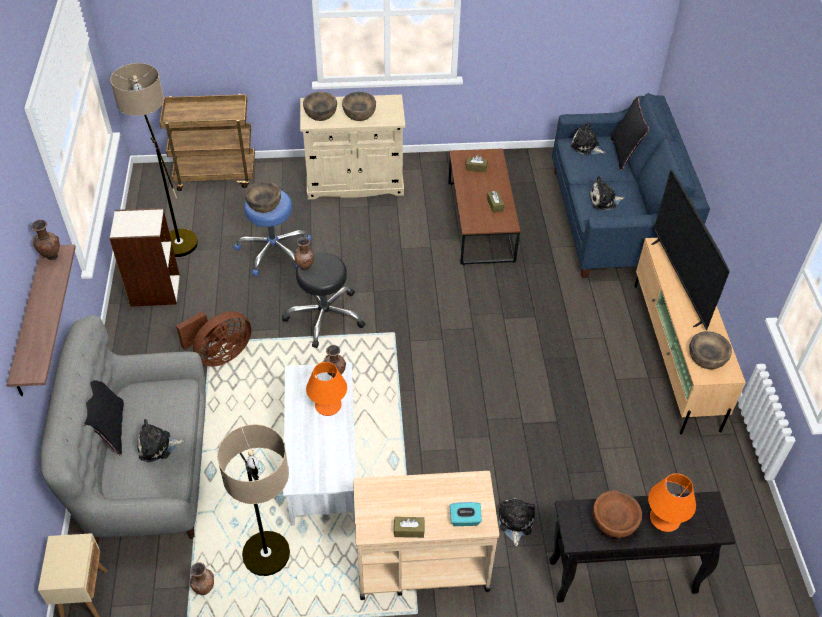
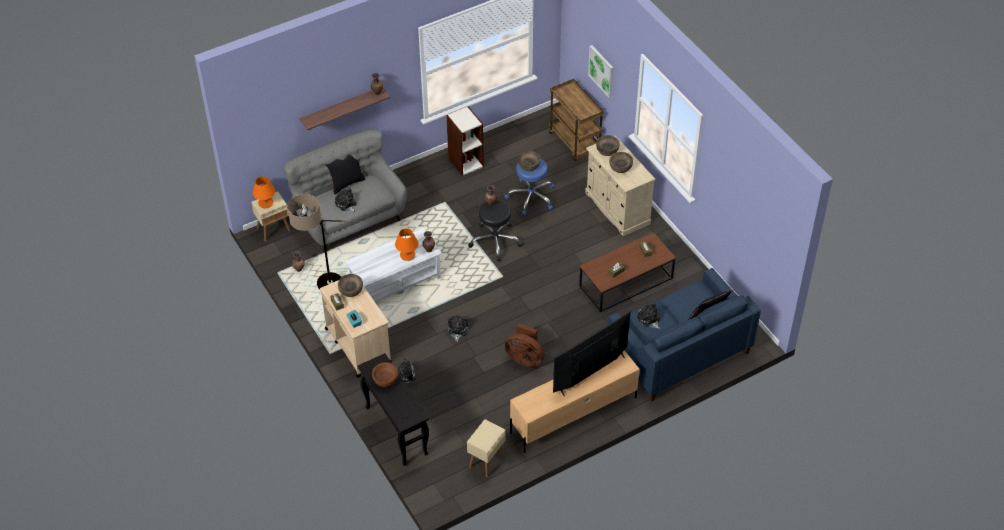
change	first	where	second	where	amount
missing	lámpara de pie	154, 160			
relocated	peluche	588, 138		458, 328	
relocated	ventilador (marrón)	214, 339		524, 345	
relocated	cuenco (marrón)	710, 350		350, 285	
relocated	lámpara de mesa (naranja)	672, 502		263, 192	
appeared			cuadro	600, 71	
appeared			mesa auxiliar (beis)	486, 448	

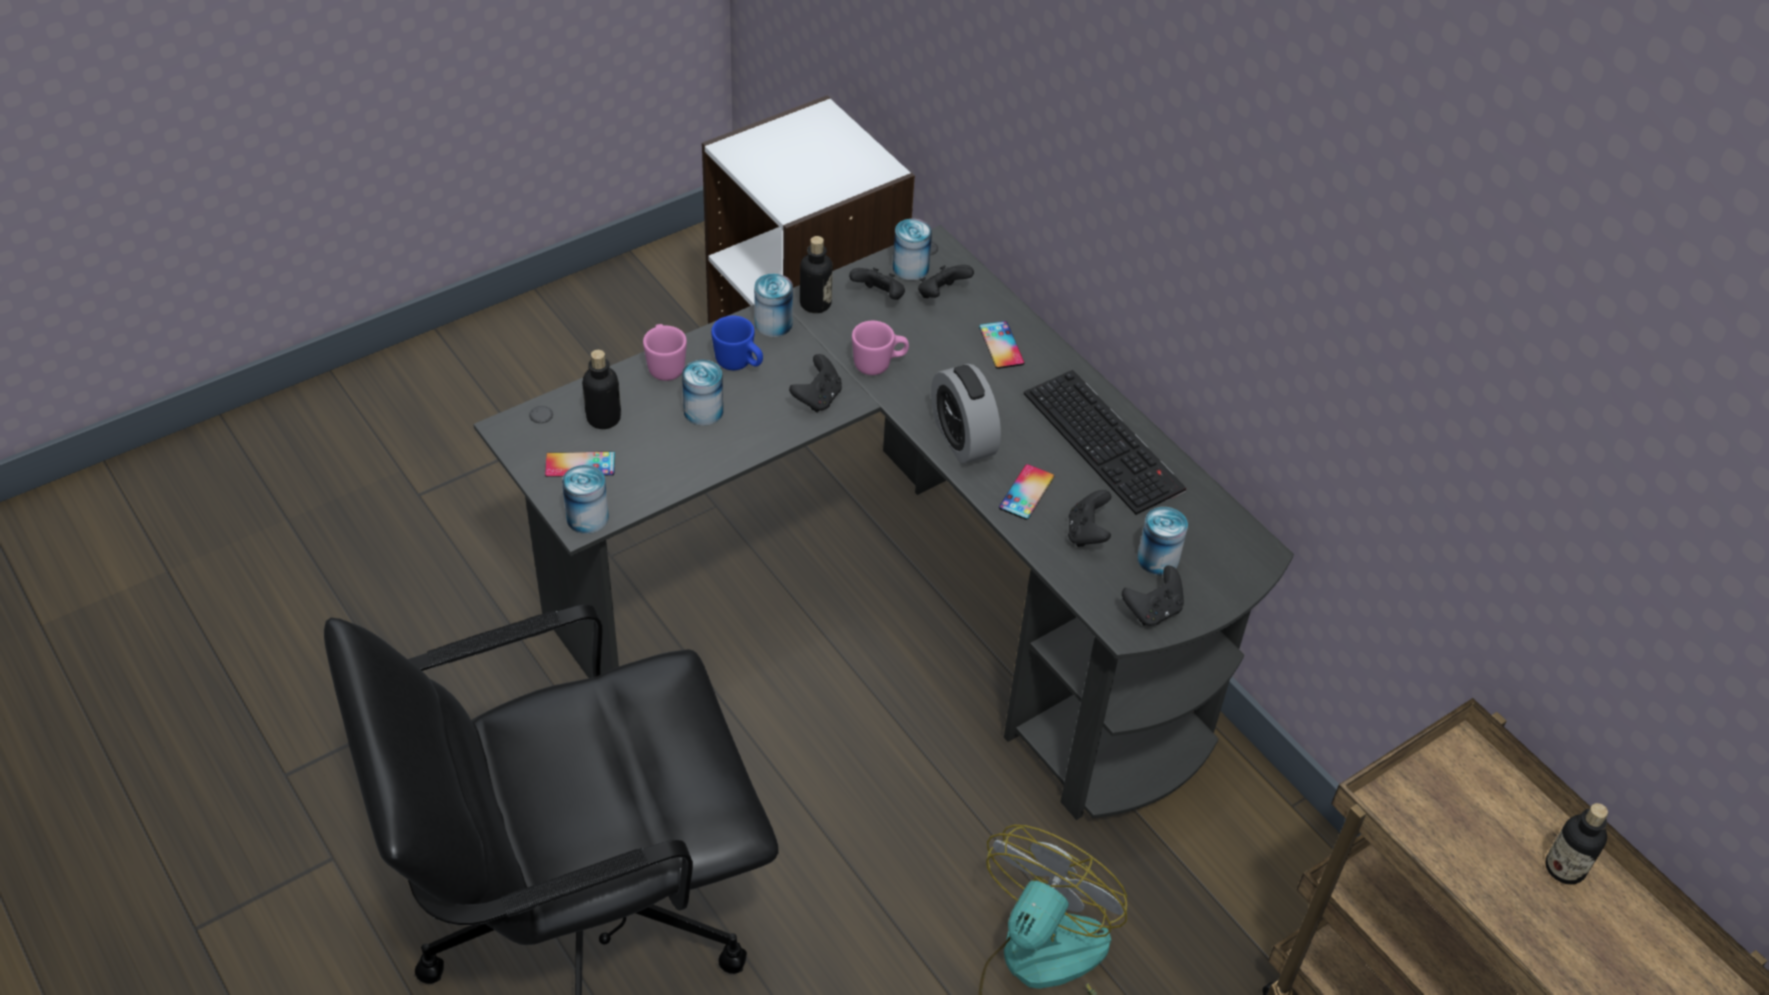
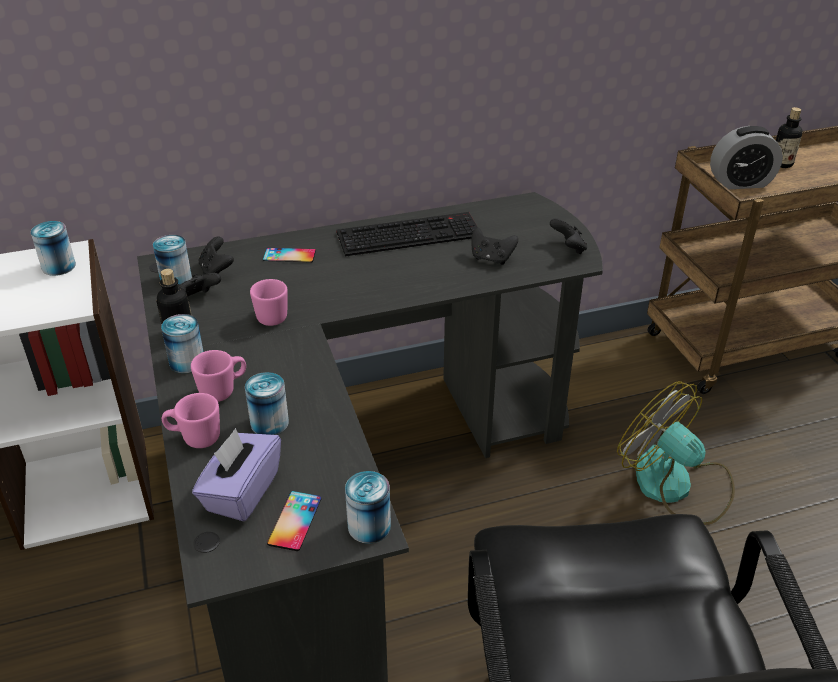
change	first	where	second	where	amount
colour	taza grande (azul)	737, 343	taza grande (rosa)	218, 376	
exchanged	botella	601, 389	caja de pañuelos (morado)	236, 474	
missing	mando de consola (negro)	815, 383			
relocated	despertador	966, 414		746, 157	
missing	móvil	1026, 492			
relocated	lata	1162, 541		53, 248	

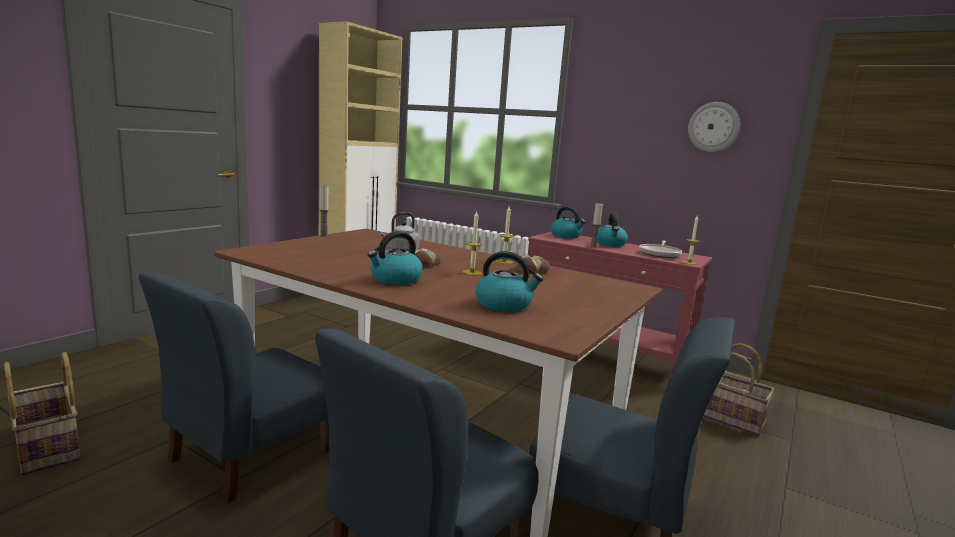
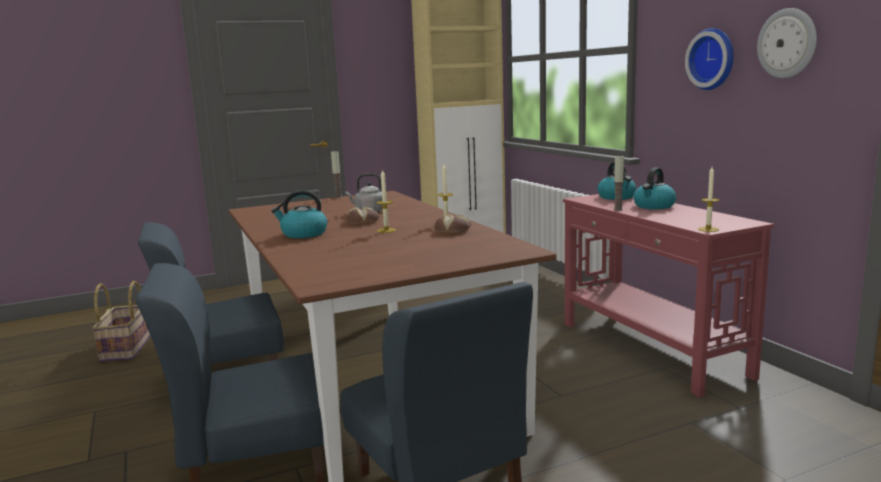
change	first	where	second	where	amount
missing	sartén	660, 249			
missing	hervidor	509, 281			
missing	cesta	738, 389			
appeared			reloj de pared	709, 59	

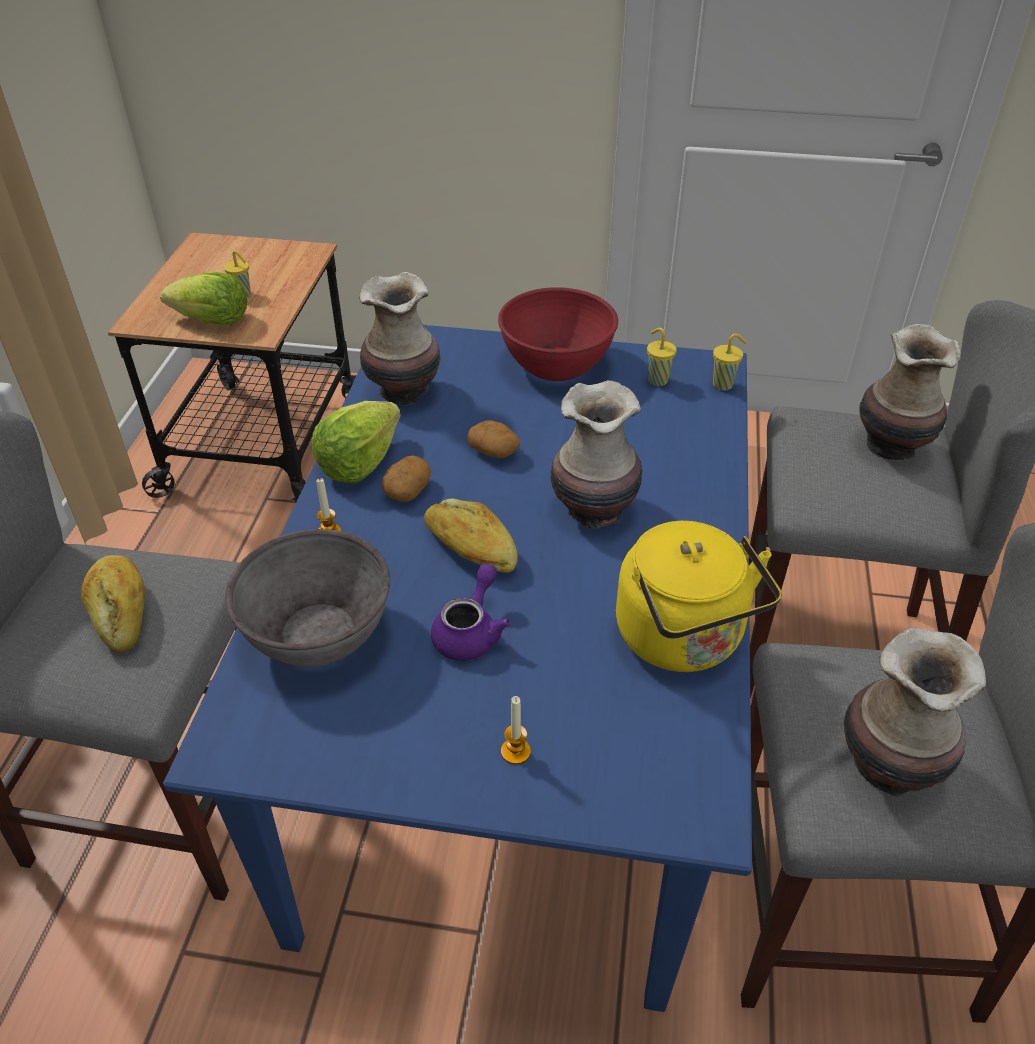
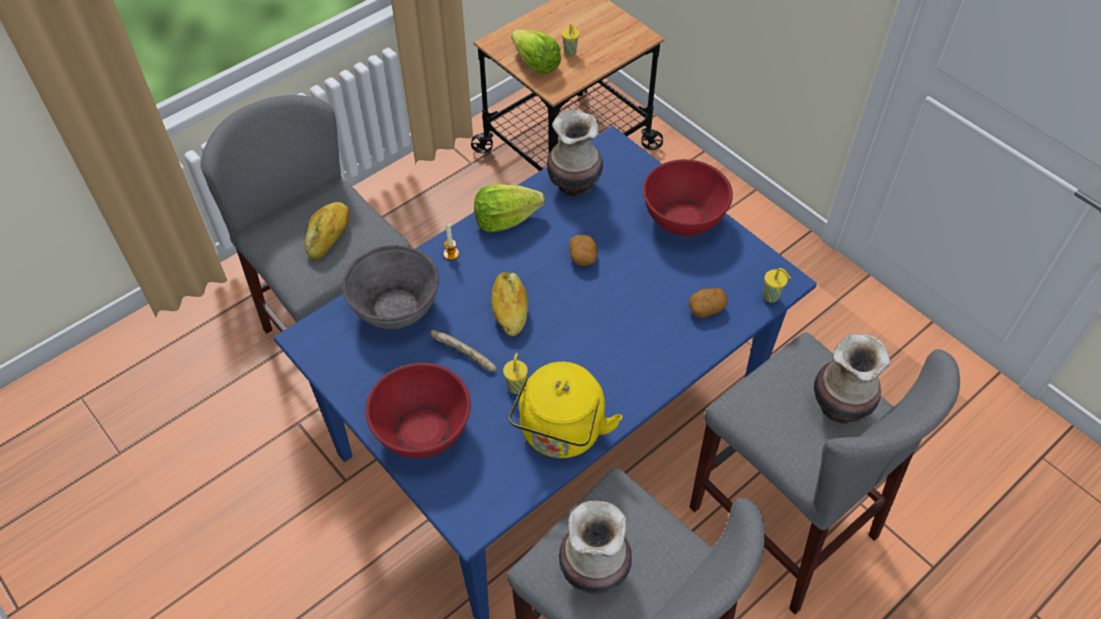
change	first	where	second	where	amount
relocated	taza (amarillo)	662, 356		515, 373	
missing	florero	596, 454			
relocated	patata	406, 478		708, 303	
exchanged	tetera (morado)	471, 612	pan	463, 350	
exchanged	vela	516, 730	cuenco (rojo)	418, 410	

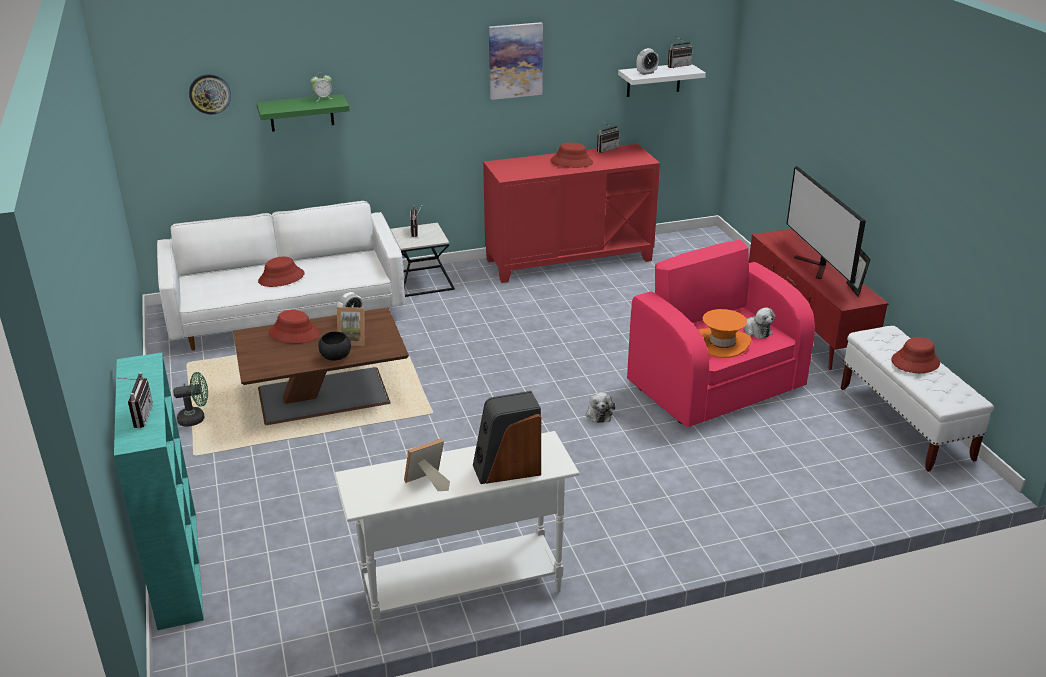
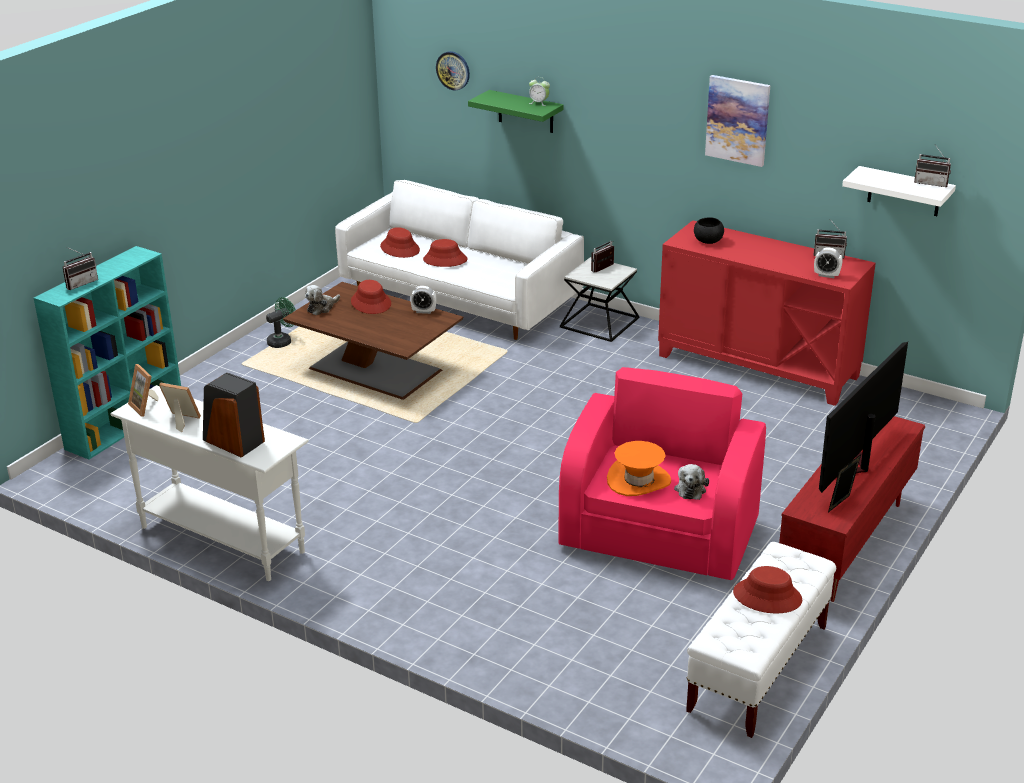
change	first	where	second	where	amount
relocated	despertador	647, 61		828, 262	
relocated	sombrero (rojo)	571, 155		400, 242	
relocated	portarretratos	351, 326		143, 390	
relocated	cuenco (negro)	334, 346		709, 231	
spun	ventilador (verde)	190, 399		281, 322	75 degrees counterclockwise
relocated	peluche	600, 408		322, 300	

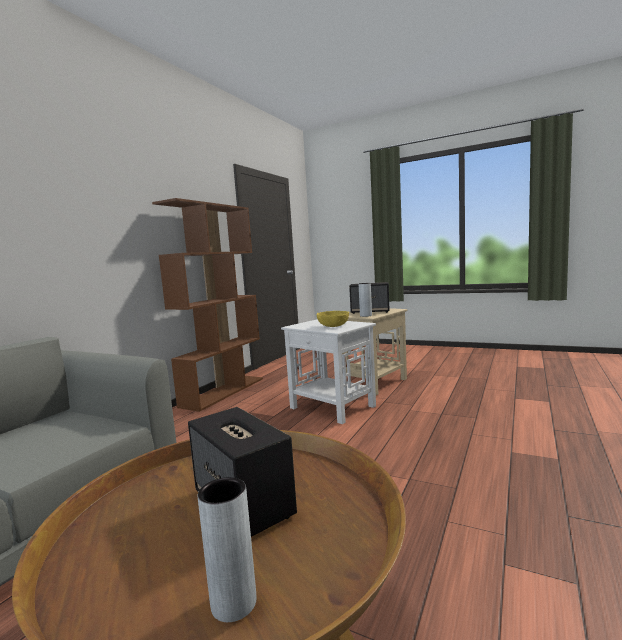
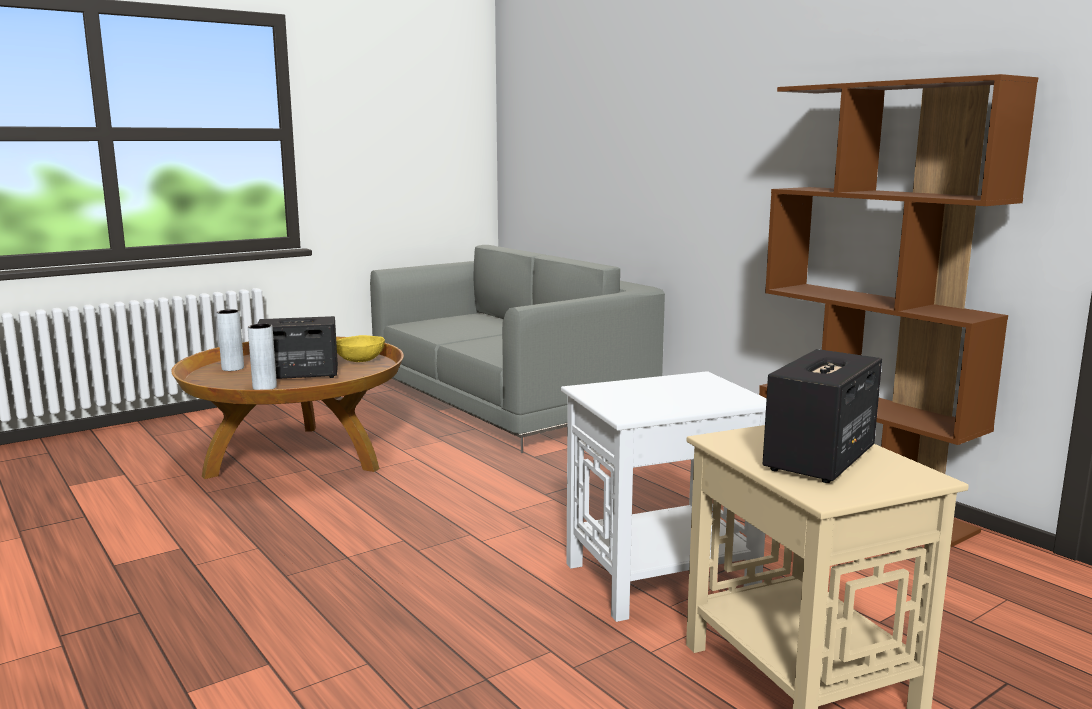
change	first	where	second	where	amount
relocated	florero (gris)	365, 300		262, 357	
relocated	cuenco (amarillo)	333, 319		360, 348	

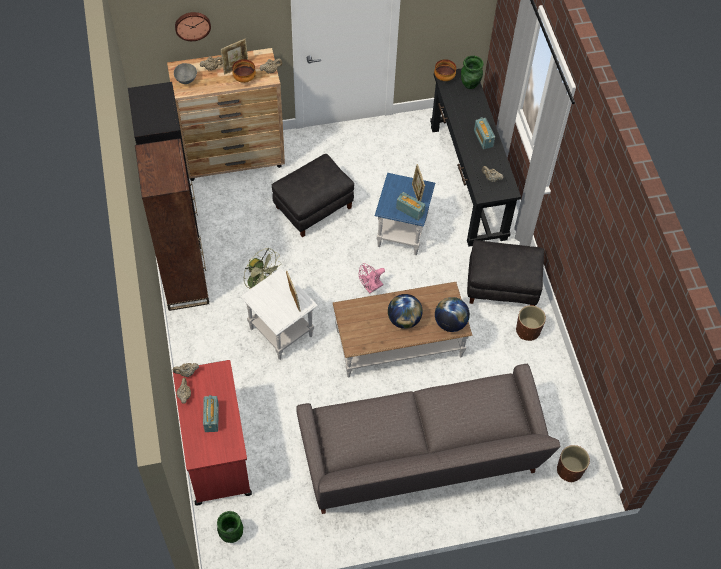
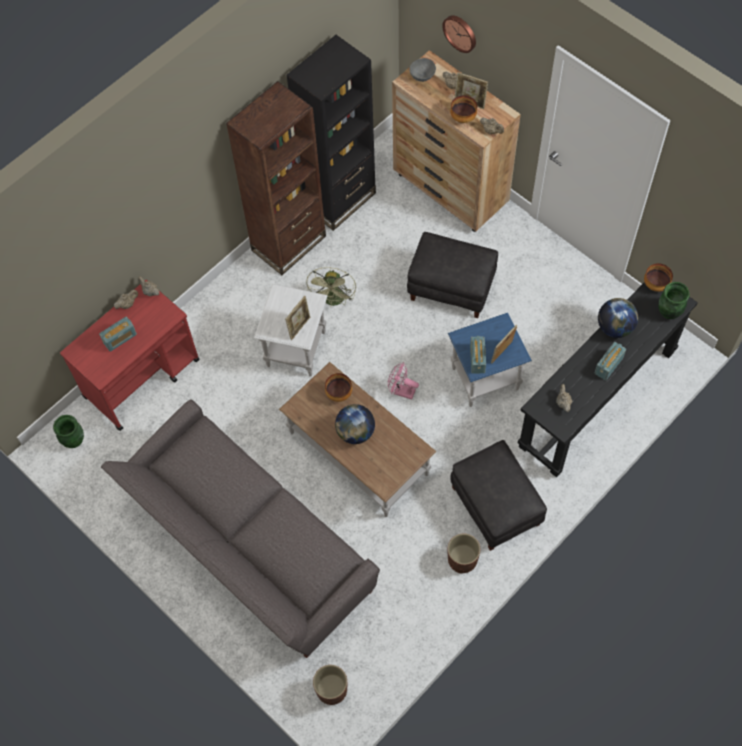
change	first	where	second	where	amount
relocated	globo terráqueo	452, 314		618, 318	
appeared			cuenco	338, 387	

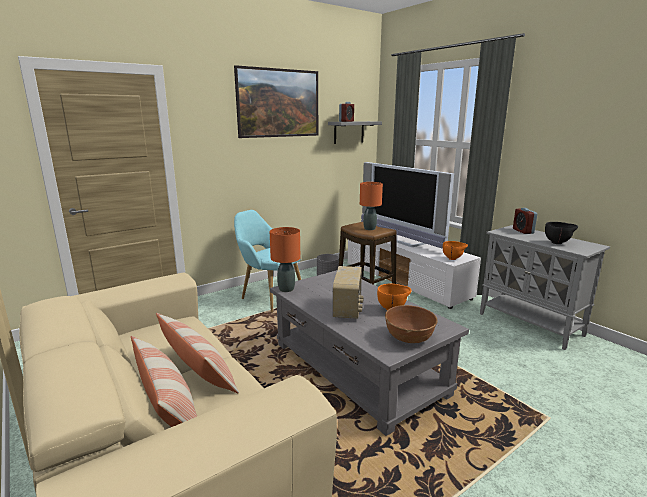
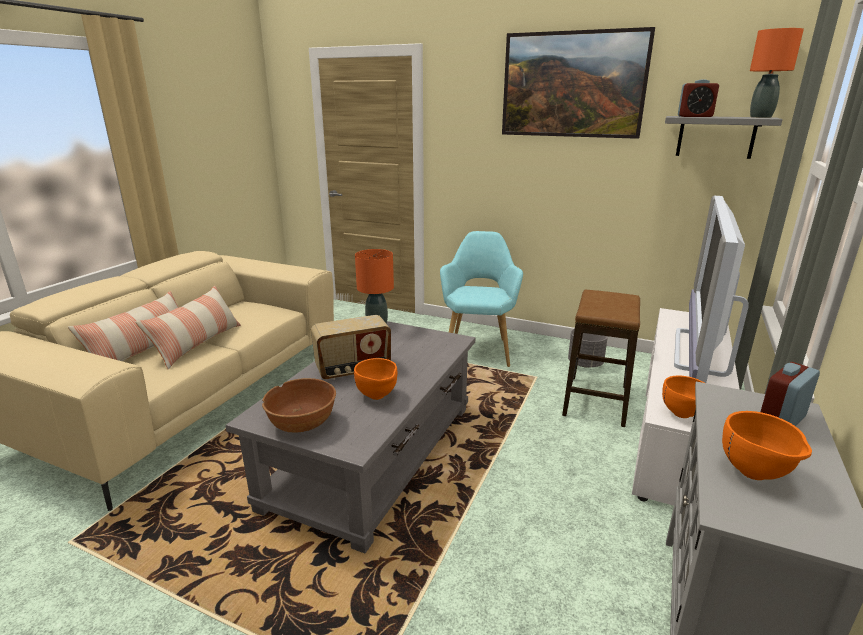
change	first	where	second	where	amount
relocated	lámpara de mesa (naranja)	371, 206		777, 73	
colour	cuenco (negro)	561, 233	cuenco (naranja)	767, 445	

